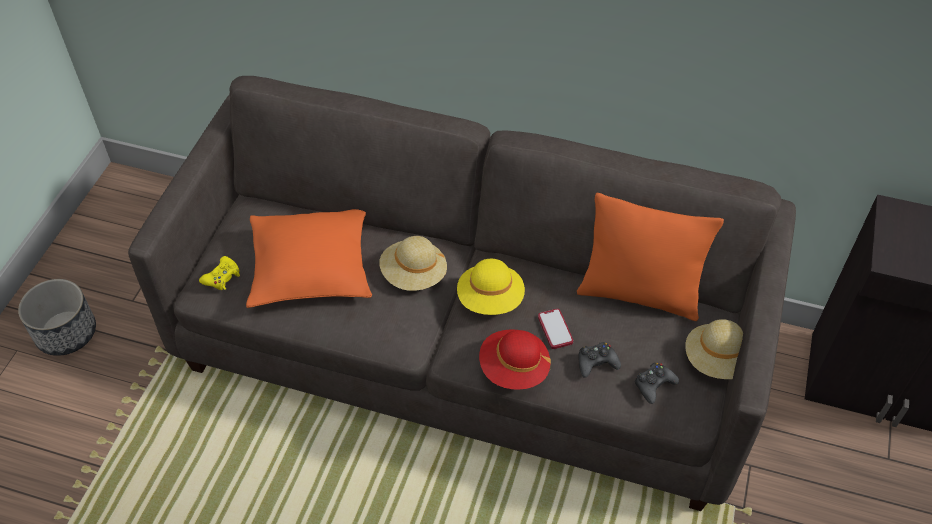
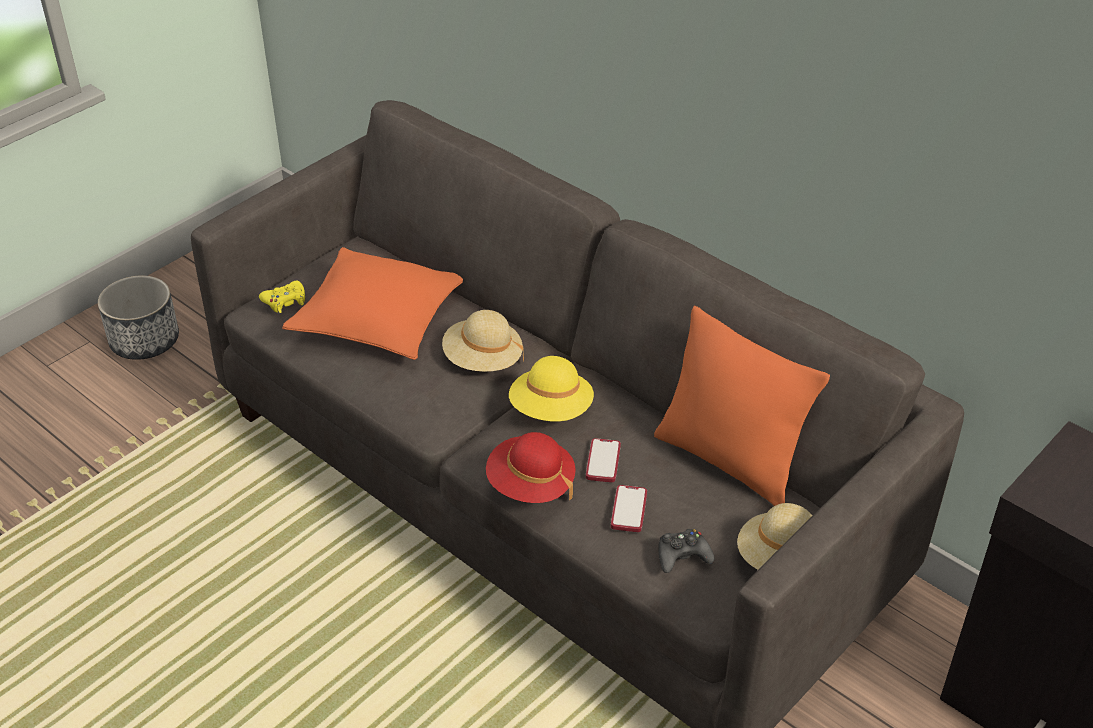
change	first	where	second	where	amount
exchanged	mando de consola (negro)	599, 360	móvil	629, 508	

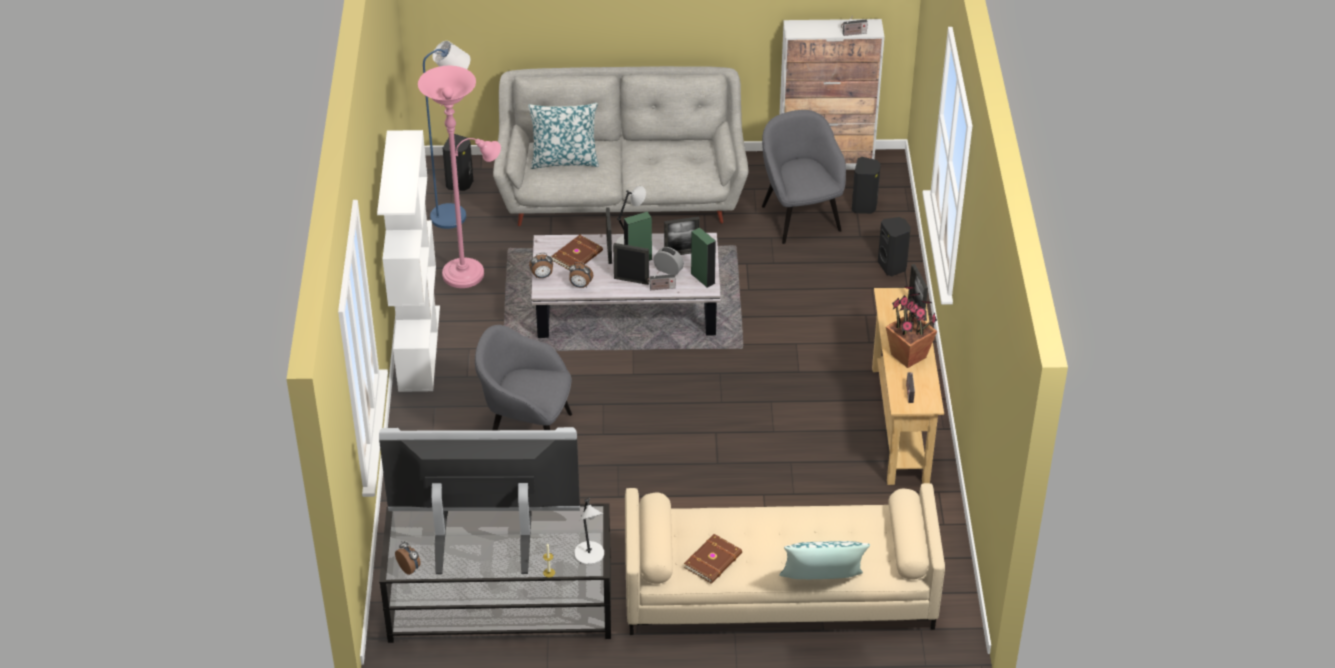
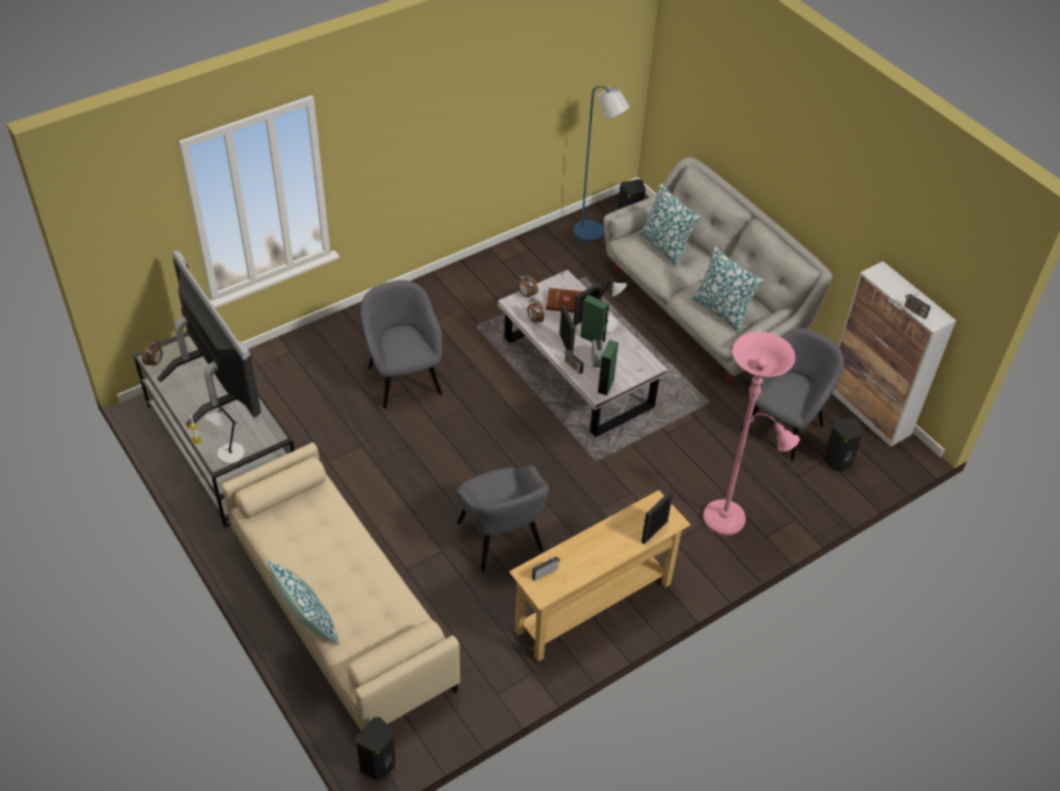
change	first	where	second	where	amount
relocated	lámpara de pie (rosa)	459, 177		751, 433	
missing	estantería (blanco)	408, 261			
missing	portarretratos	682, 236			
relocated	altavoz (negro)	894, 246		376, 748	
missing	planta en maceta	911, 327			
missing	libro (marrón)	713, 559			
appeared			cojín	727, 289	
appeared			sillón (gris)	502, 518	

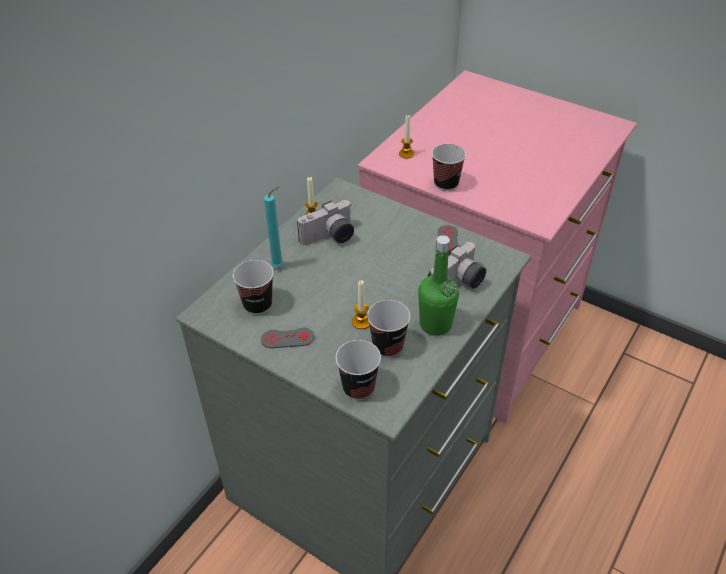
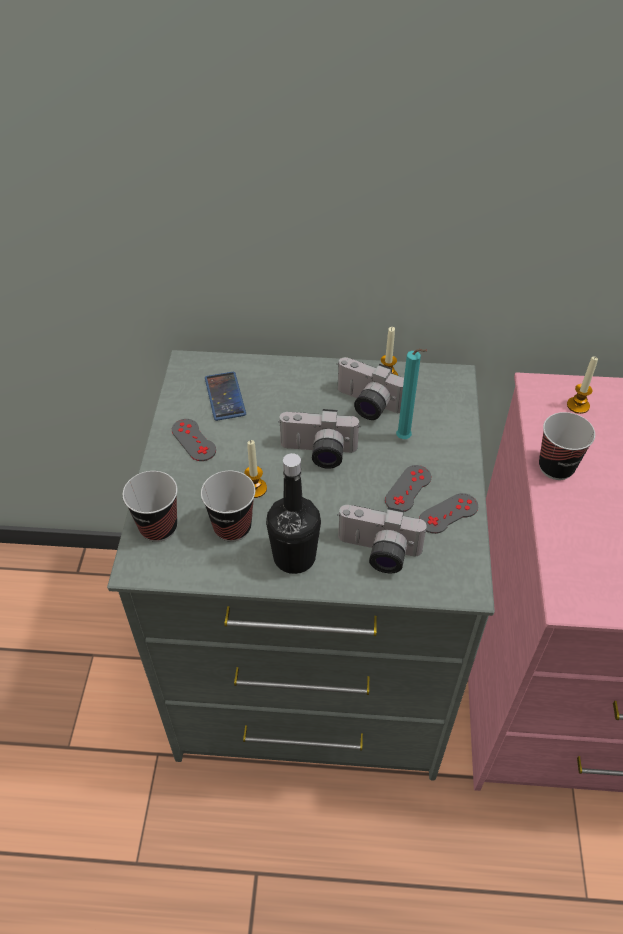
change	first	where	second	where	amount
relocated	vela (turquesa)	273, 227		411, 394	
colour	botella (verde)	438, 285	botella (negro)	293, 513	
exchanged	taza	253, 287	móvil	225, 396	
appeared			cámara	319, 439	
appeared			mando de consola (gris)	408, 488	

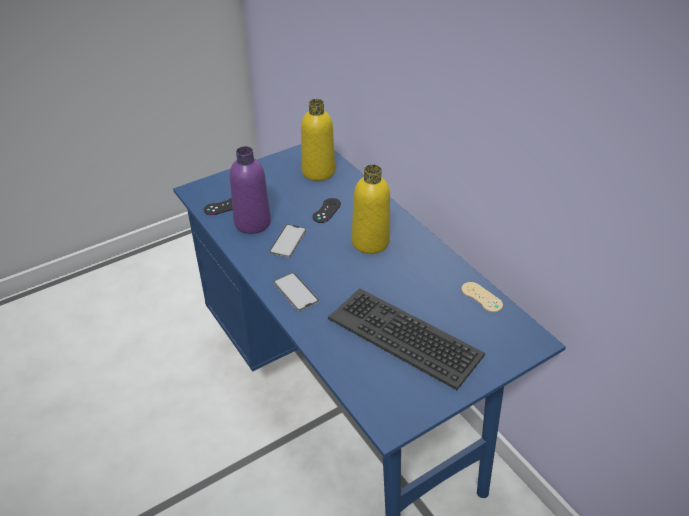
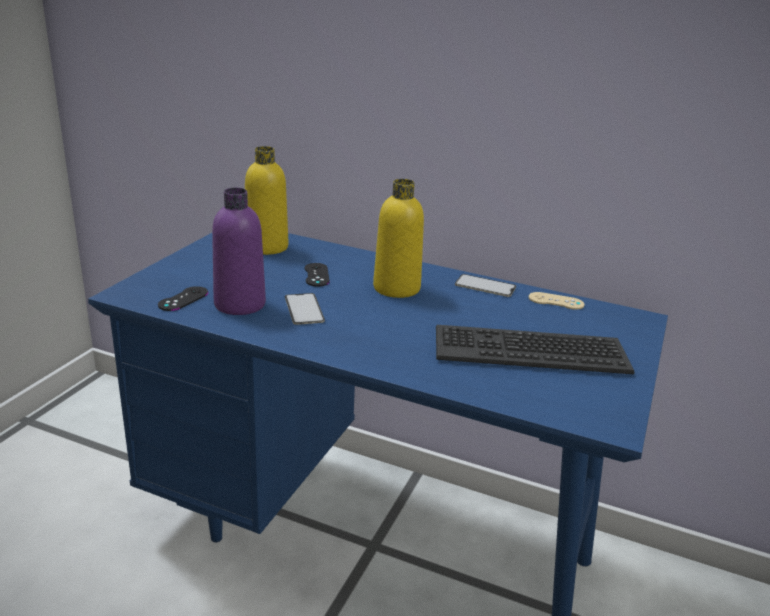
change	first	where	second	where	amount
relocated	móvil	296, 292		485, 285	

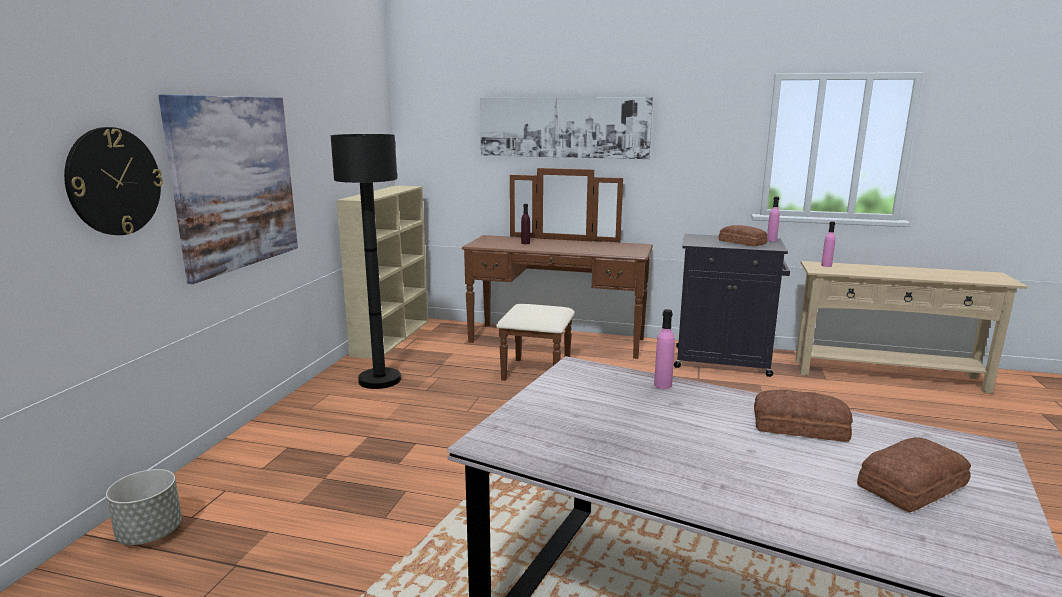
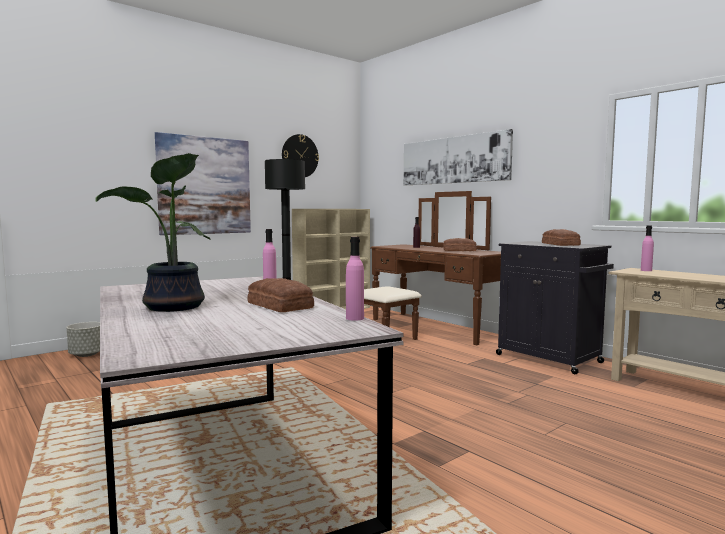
change	first	where	second	where	amount
relocated	reloj de pared	113, 181		300, 155	
relocated	botella (rosa)	773, 219		355, 279	
relocated	pan	914, 474		460, 244	
appeared			planta en maceta	152, 232	

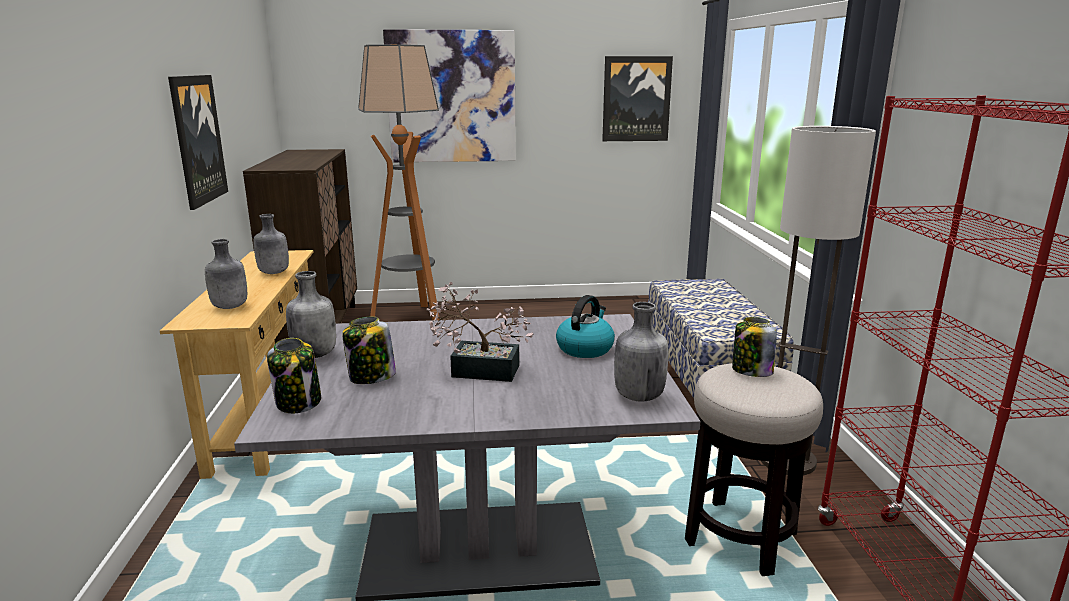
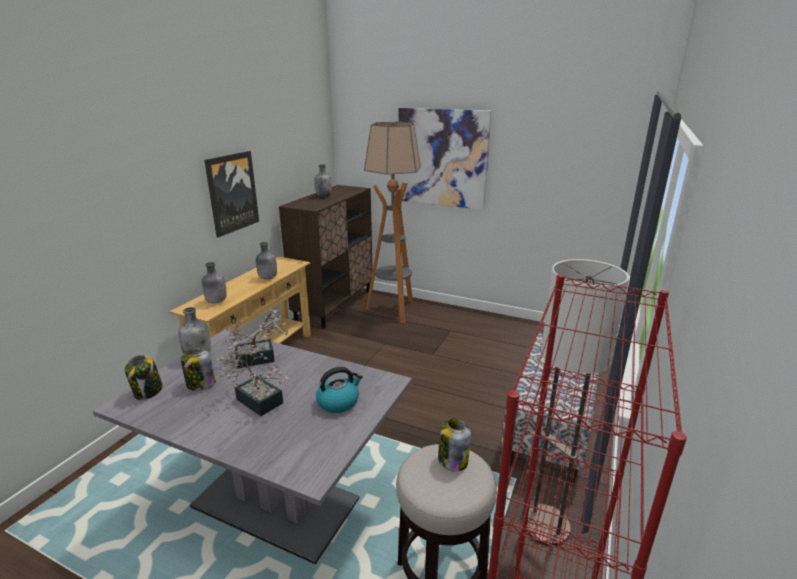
change	first	where	second	where	amount
missing	cuadro	637, 98			
relocated	botella (gris)	641, 352		323, 180	
appeared			planta en maceta	255, 338	

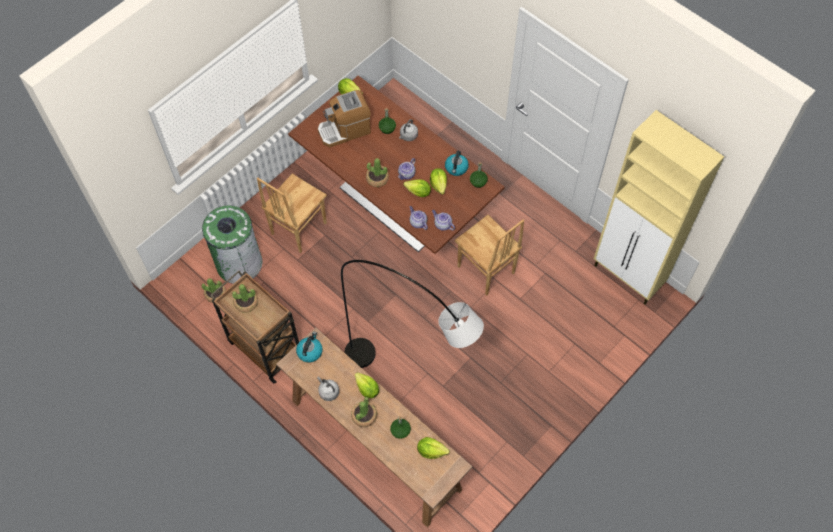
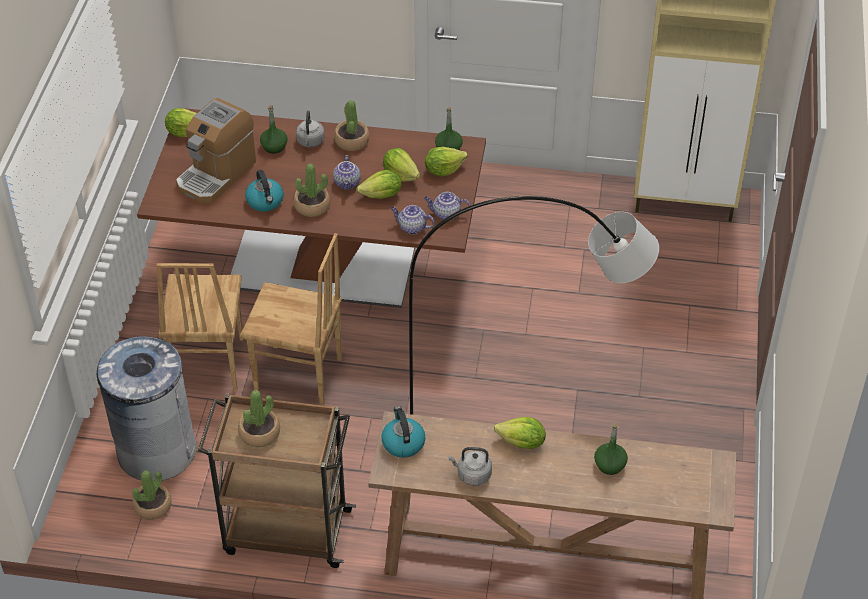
change	first	where	second	where	amount
relocated	hervidor	457, 163		264, 191	
colour	papelera (verde)	232, 244	papelera (gris)	147, 409	
relocated	silla (marrón)	489, 255		291, 319	
relocated	planta en maceta	364, 412		351, 125	
relocated	lechuga	433, 448		446, 161	

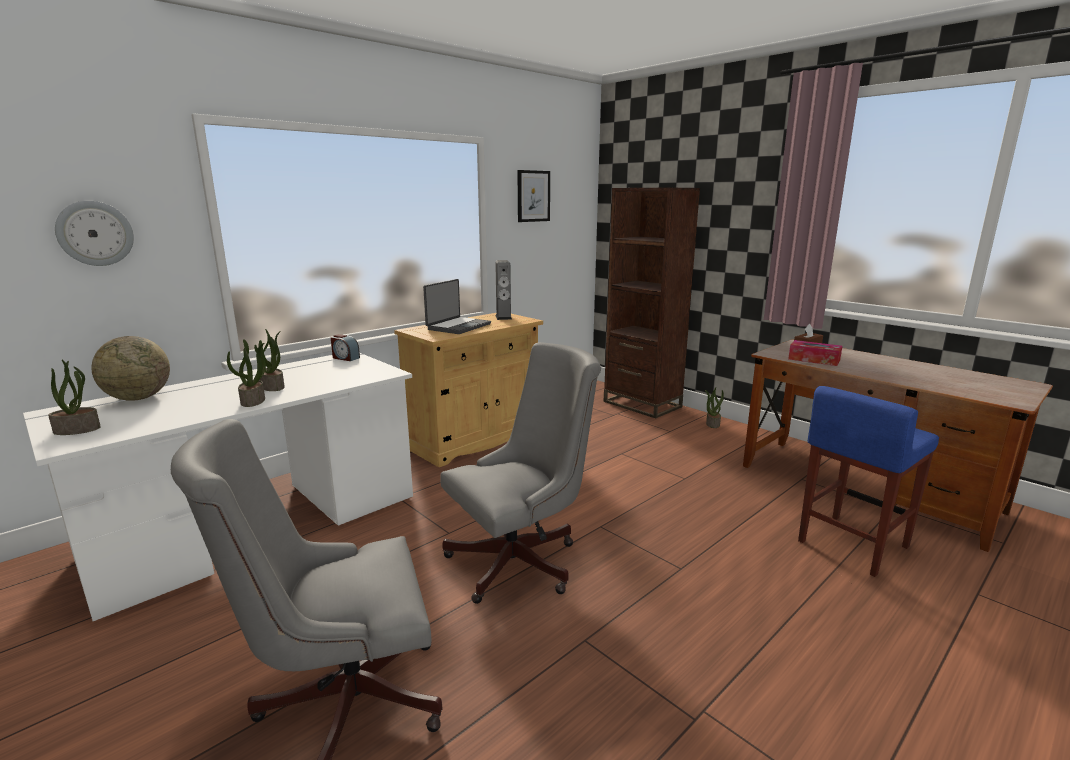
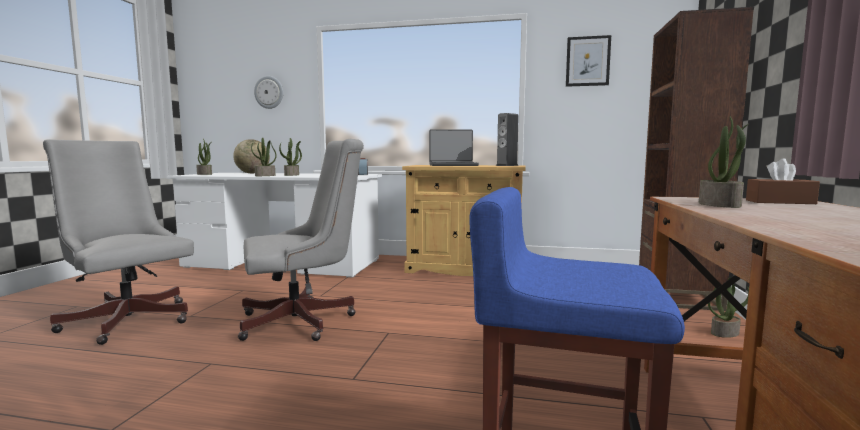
change	first	where	second	where	amount
exchanged	caja de pañuelos	815, 353	planta en maceta	723, 162	
spun	silla de oficina (gris)	520, 473		301, 240	45 degrees counterclockwise

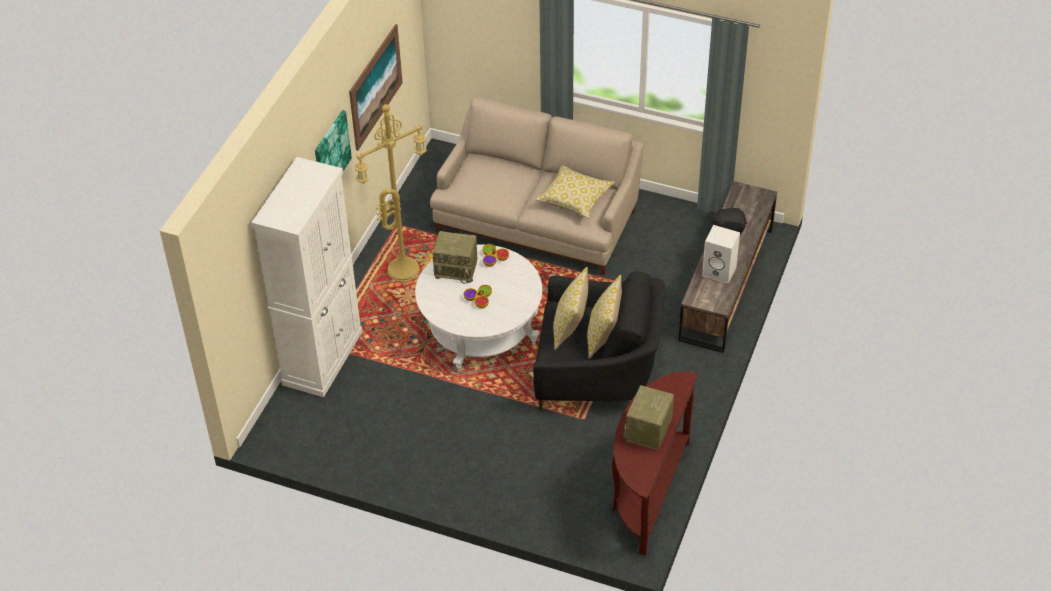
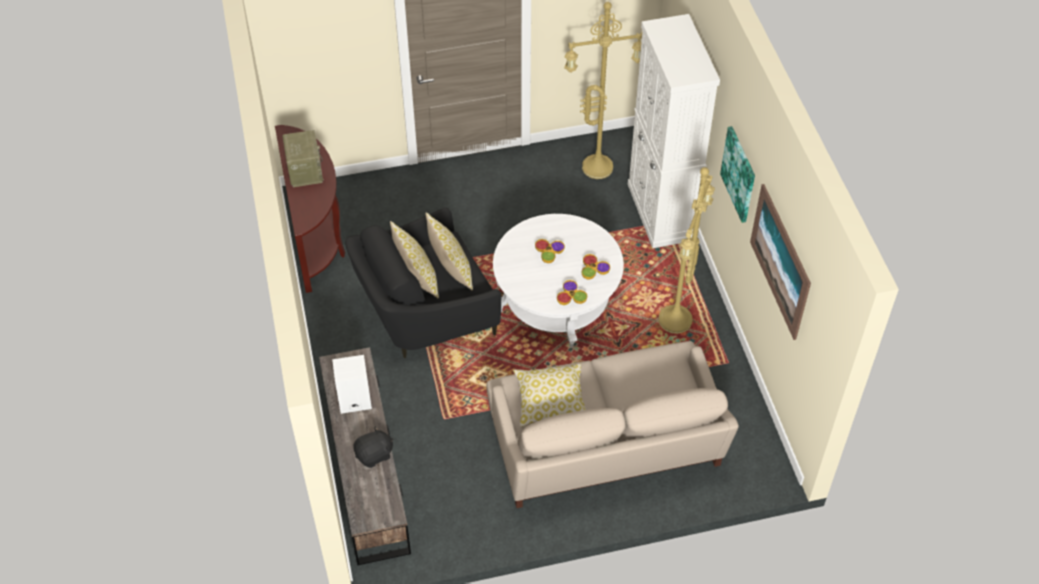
change	first	where	second	where	amount
exchanged	radio	454, 257	cuenco	596, 267	
appeared			lámpara de pie (amarillo)	603, 90	

